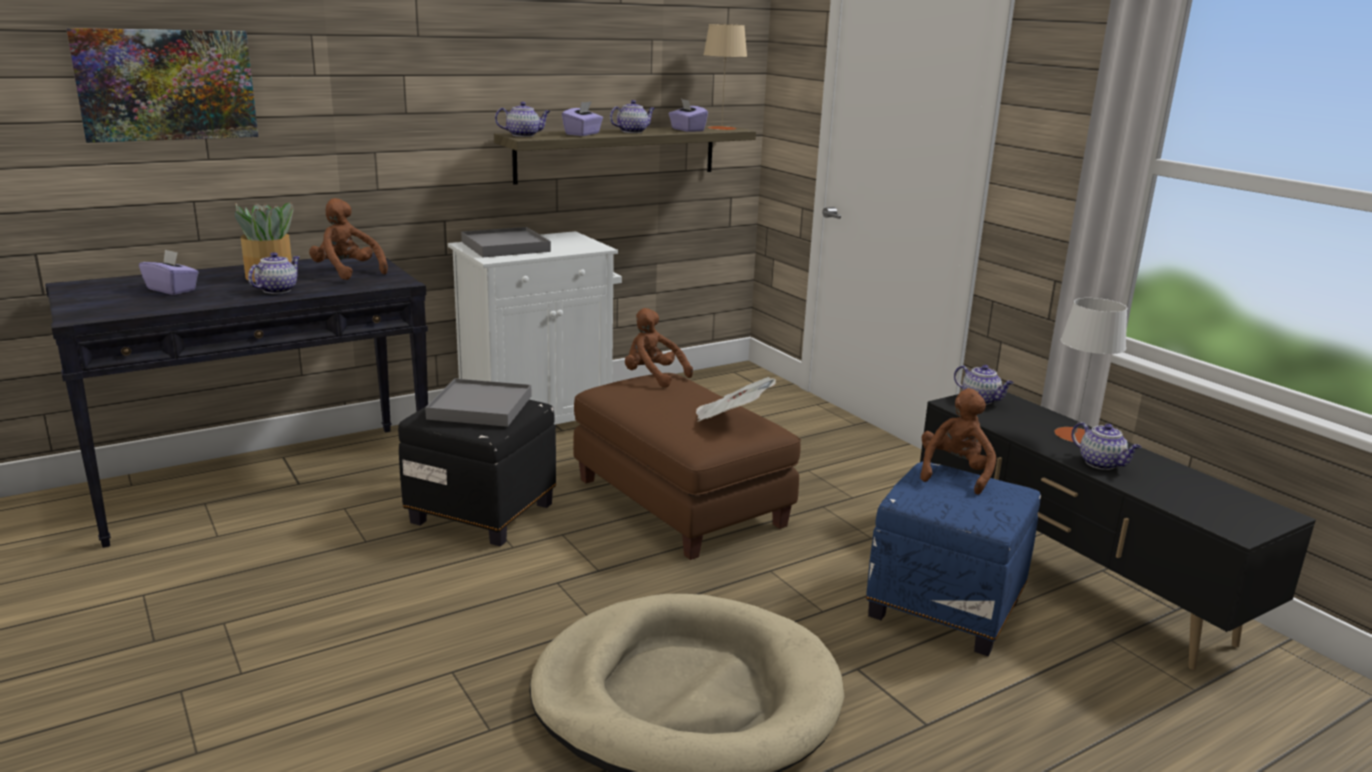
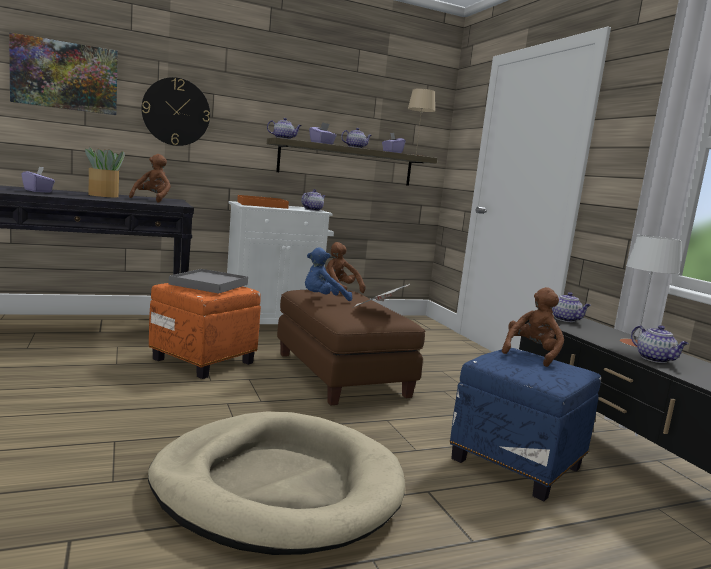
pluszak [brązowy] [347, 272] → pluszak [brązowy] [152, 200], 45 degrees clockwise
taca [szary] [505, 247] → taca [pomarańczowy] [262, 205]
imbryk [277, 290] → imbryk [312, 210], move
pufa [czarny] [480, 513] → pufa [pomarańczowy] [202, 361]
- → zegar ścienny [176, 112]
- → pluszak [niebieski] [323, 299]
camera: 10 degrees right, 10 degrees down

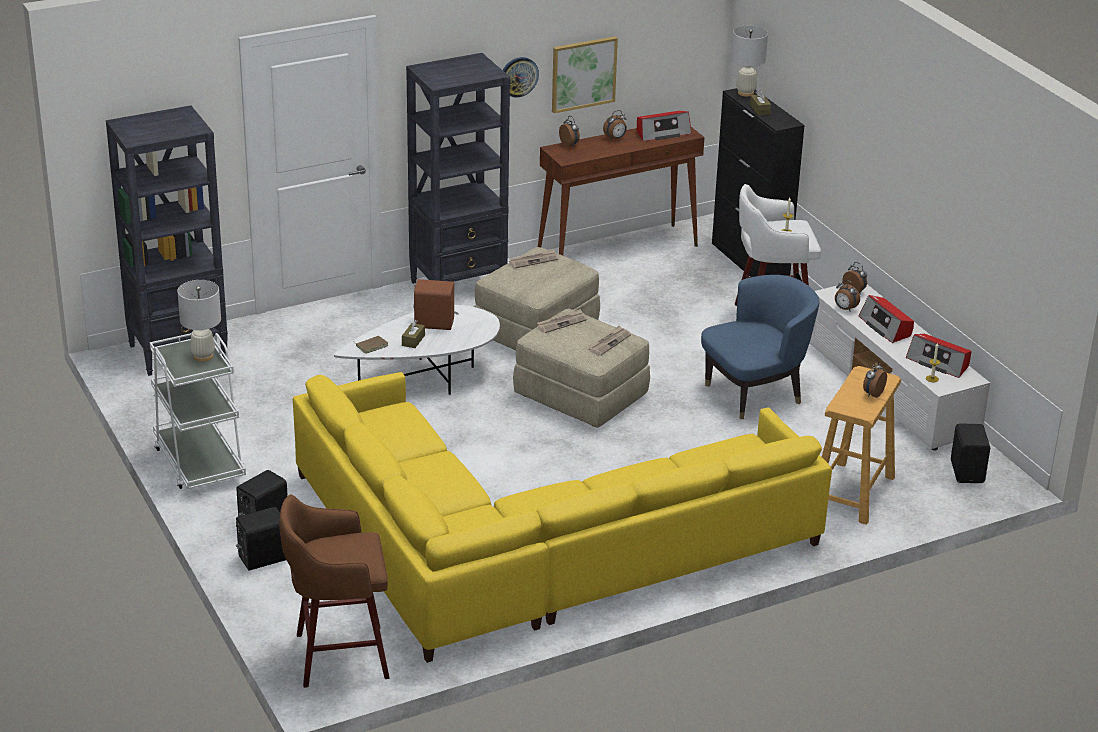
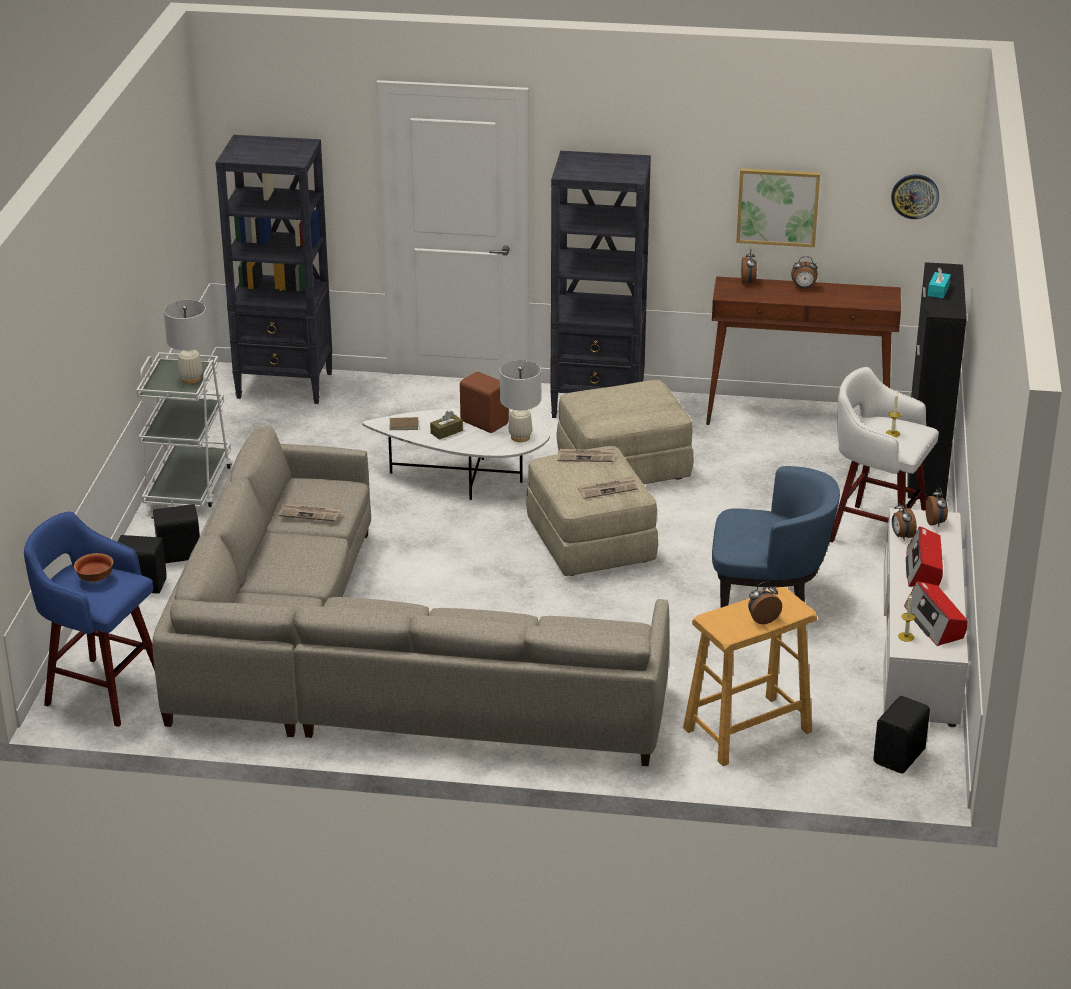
lampa stołowa [biały] [746, 93] → lampa stołowa [biały] [520, 437], move
zegar ścienny [518, 76] → zegar ścienny [915, 196], move
pudełko chusteczek [brązowy] [760, 109] → pudełko chusteczek [turkusowy] [938, 291]
radio [662, 133] → -
gazeta [533, 260] → gazeta [310, 514], move
kanapa [żółty] [532, 549] → kanapa [szary] [373, 665]
stołek [brązowy] [338, 656] → stołek [niebieski] [101, 691]
- → miska [95, 579]
camera: 35 degrees right, 0 degrees up

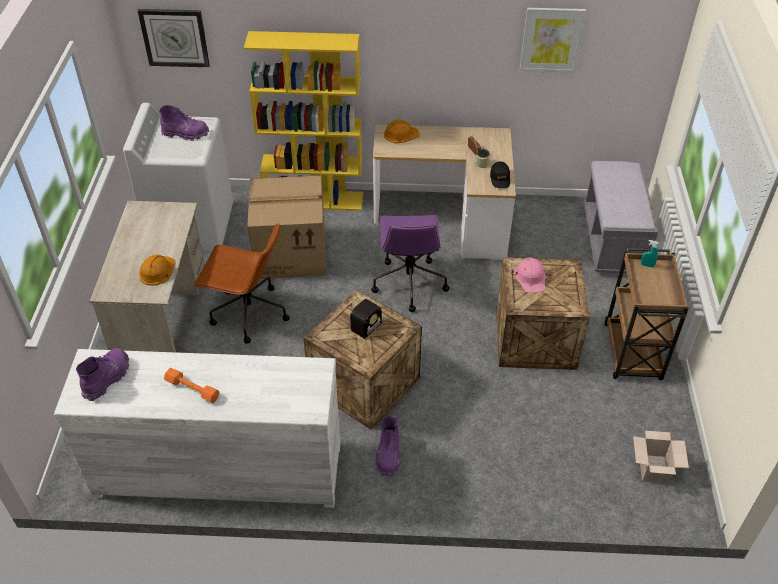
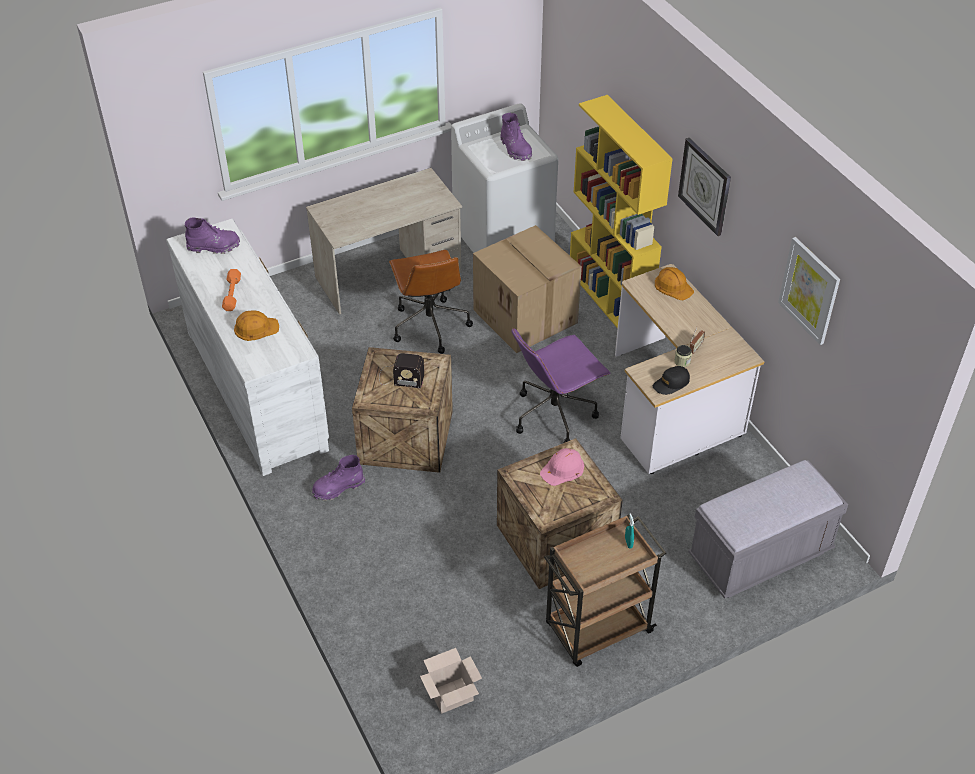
zegar ścienny [174, 37] → zegar ścienny [705, 186], move
kask [pomarańczowy] [157, 271] → kask [pomarańczowy] [256, 328], move
camera: 60 degrees right, 0 degrees up

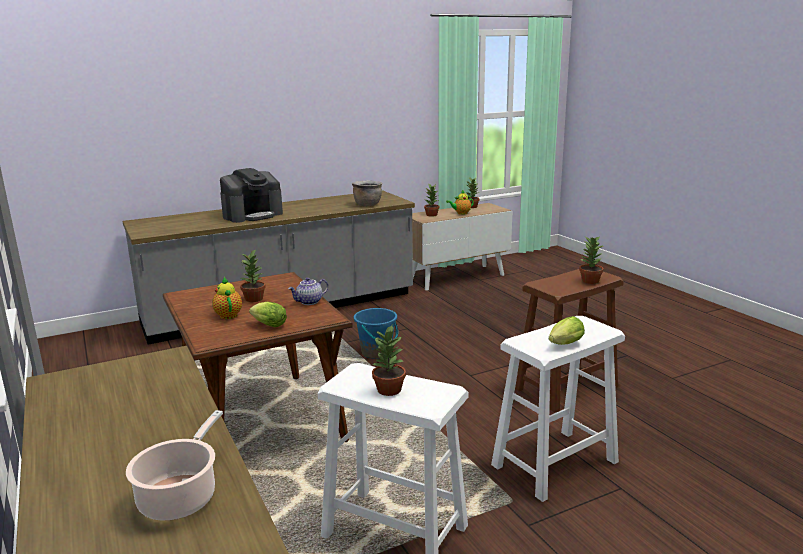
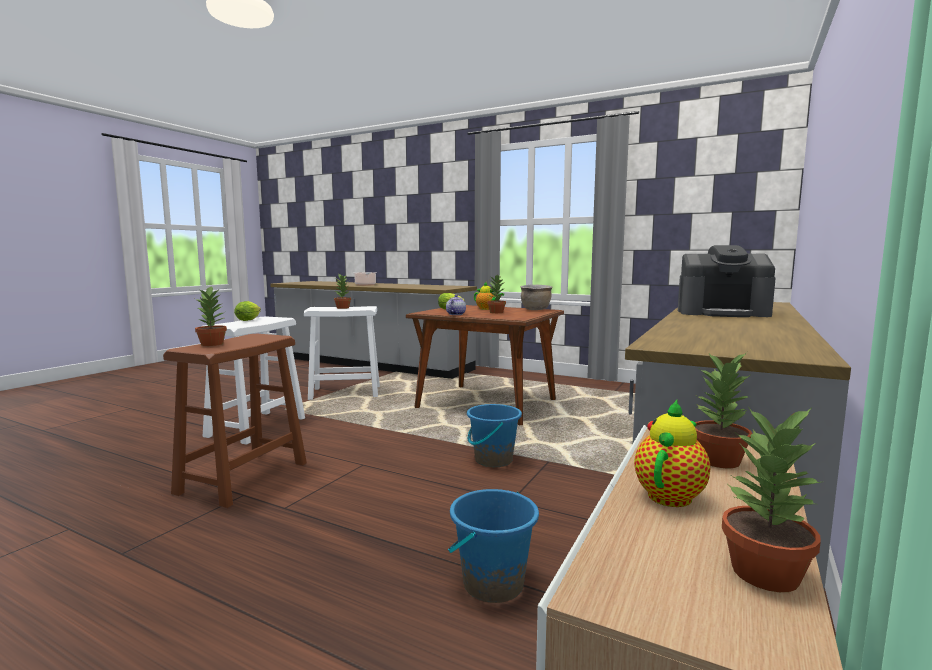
ekspres do kawy [253, 215] → ekspres do kawy [722, 313], 90 degrees counterclockwise
garnek [brązowy] [367, 205] → garnek [brązowy] [536, 309], move
- → wiadro [niebieski] [492, 584]
camera: 145 degrees right, 10 degrees down

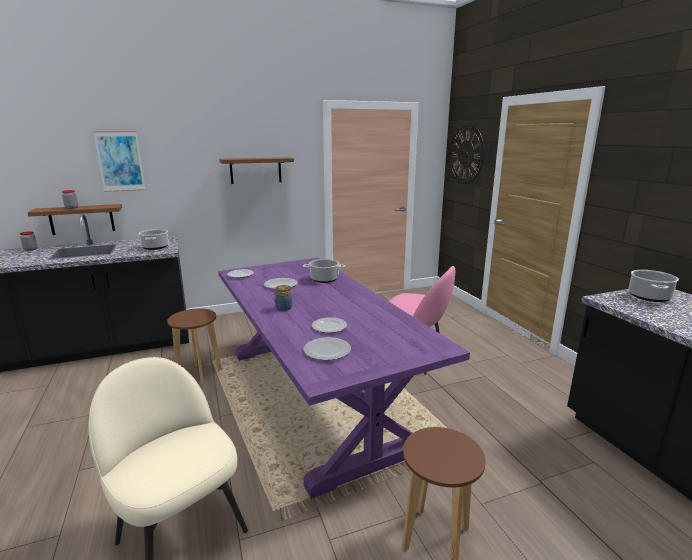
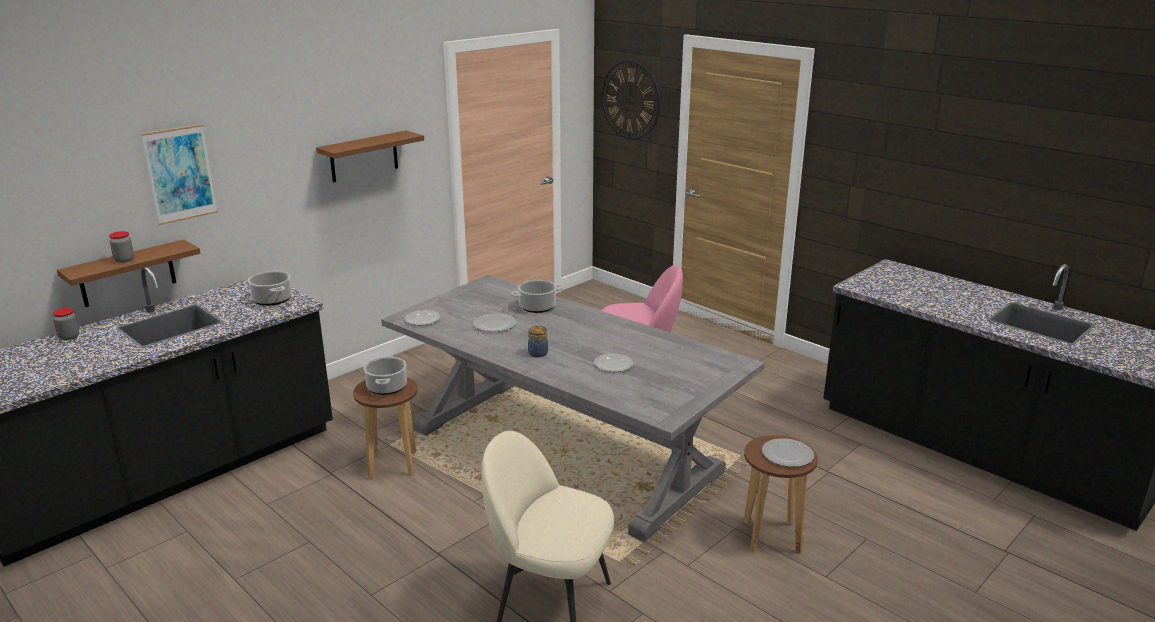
stół jadalny [fioletowy] [318, 395] → stół jadalny [szary] [565, 450]
garnek [648, 296] → garnek [386, 387], move
talerz [327, 351] → talerz [788, 455], move
camera: 25 degrees left, 5 degrees up

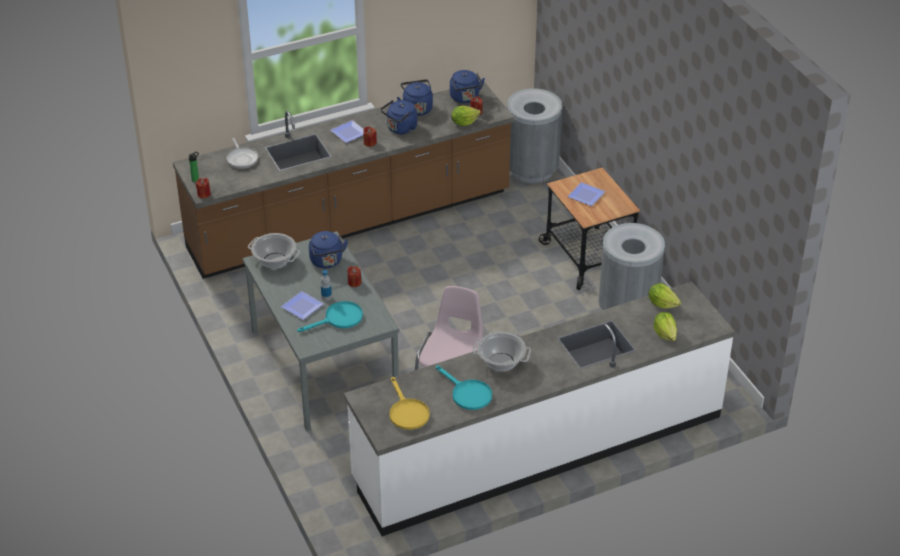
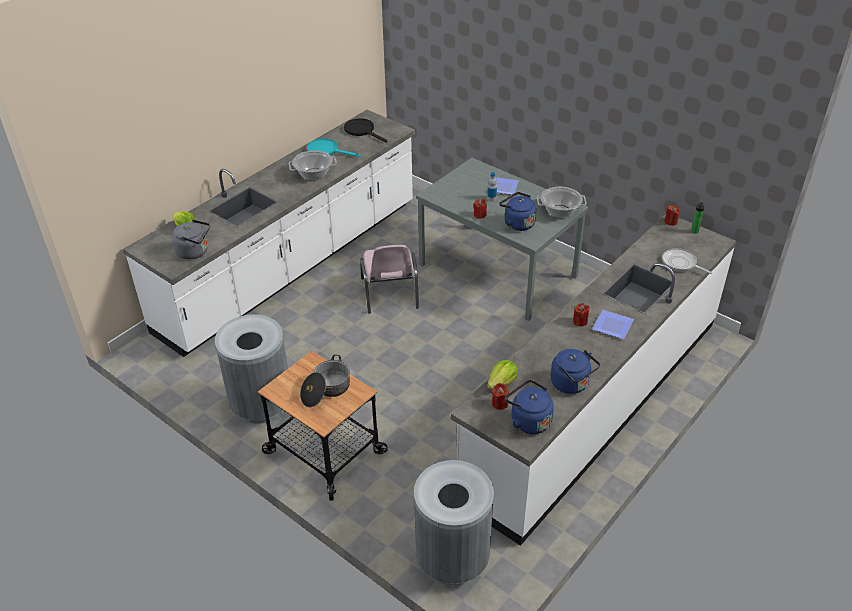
zabudowa kuchenna [brązowy] [350, 222] → zabudowa kuchenna [biały] [594, 404]
czajnik [niebieski] [400, 129] → -
talerz [586, 194] → garnek [326, 390]
sałata [662, 304] → czajnik [szary] [195, 252]
patelnia [turkusowy] [339, 319] → -
patelnia [żółty] [407, 412] → patelnia [czarny] [362, 131]
camera: 155 degrees right, 0 degrees up

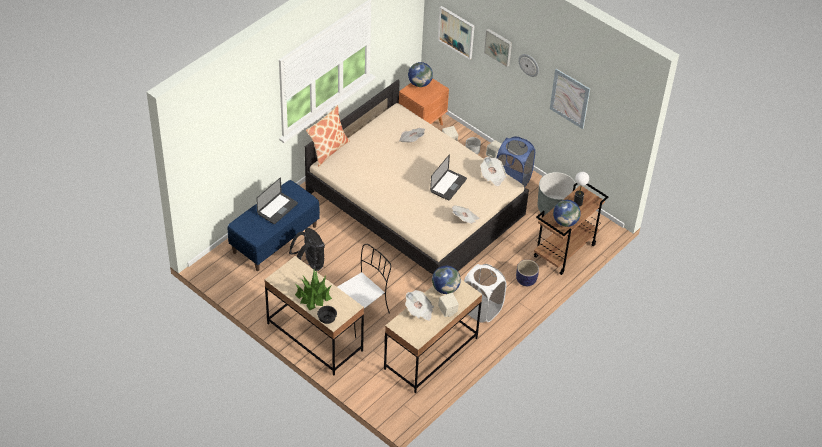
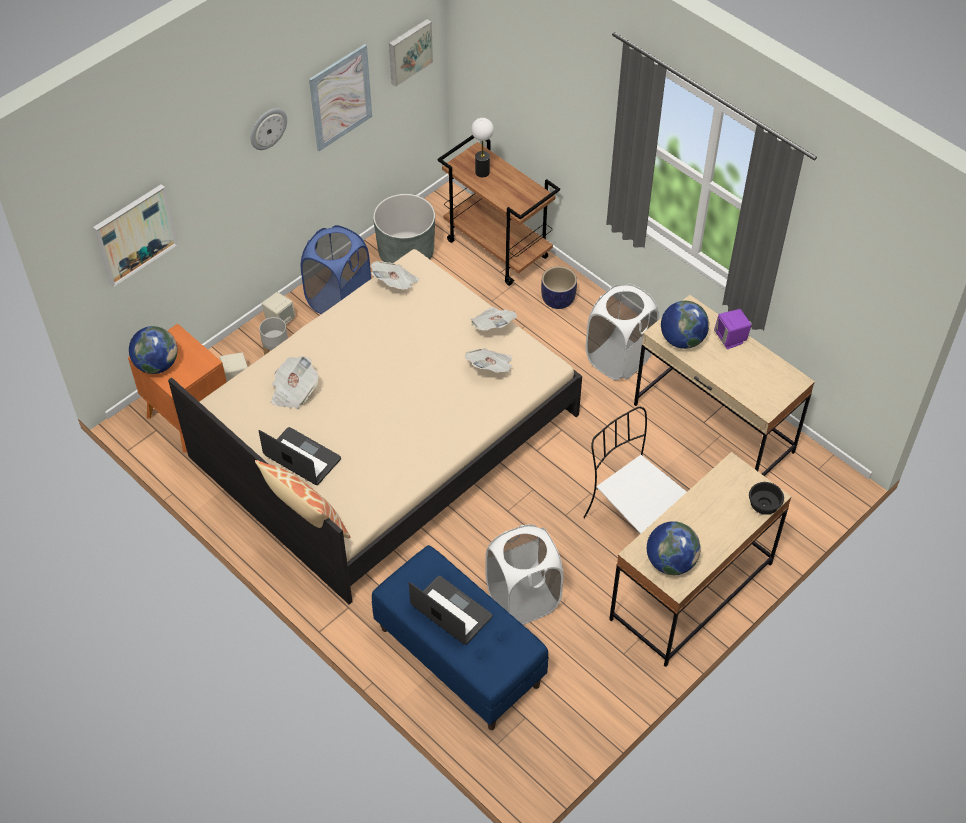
obraz [499, 46] → obraz [409, 51], move
laptop [448, 185] → laptop [302, 457], move
globus [565, 222] → globus [670, 562], move
plecak [czarny] [309, 264] → kosz na pranie [biały] [522, 599]
roślina doniczkowa [313, 296] → -
gazeta [419, 311] → gazeta [491, 368], move
głośnik [beżowy] [447, 311] → głośnik [fioletowy] [730, 339]
camera: 85 degrees left, 5 degrees up

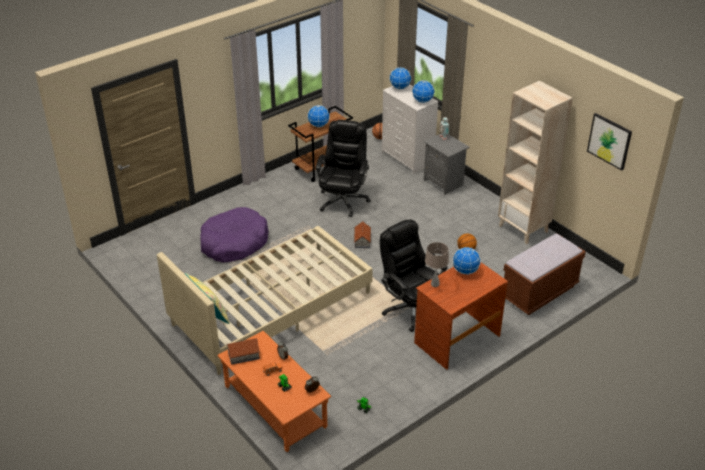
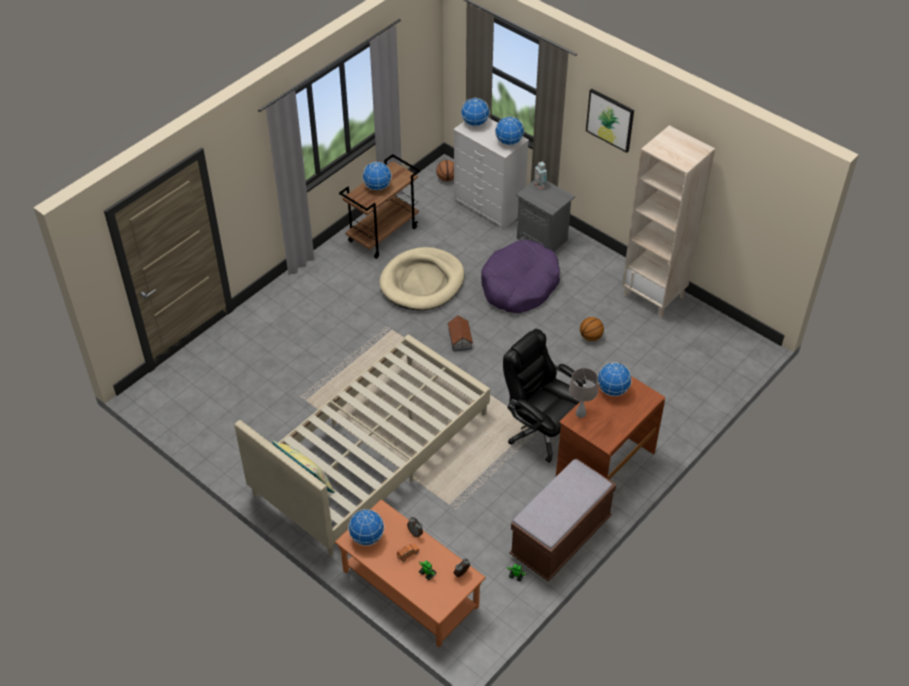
obraz [609, 141] → obraz [610, 120], move
krzesło biurowe [czarny] [343, 200] → legowisko [beżowy] [422, 282]
legowisko [fioletowy] [234, 243] → legowisko [fioletowy] [519, 285], move
ławka [brązowy] [539, 292] → ławka [brązowy] [560, 538], move
domek [244, 355] → globus [367, 537]
camera: 10 degrees left, 10 degrees up

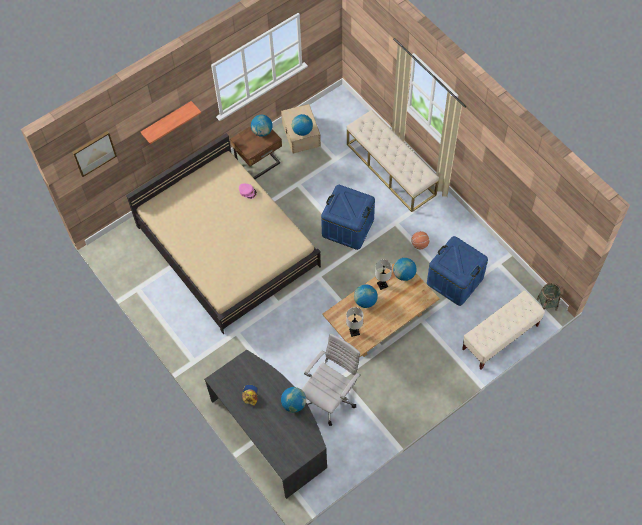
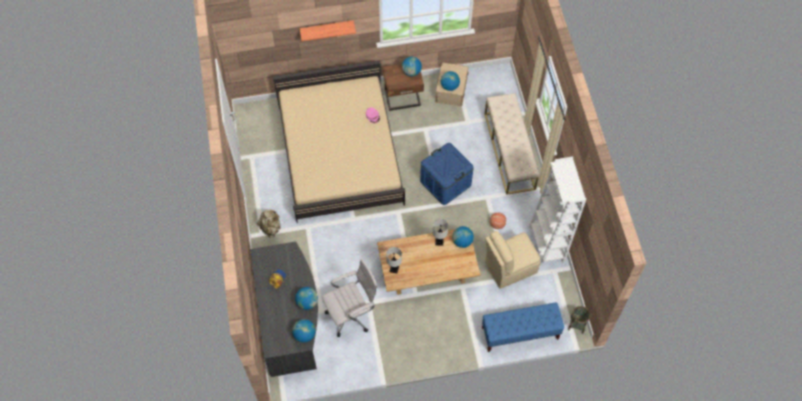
obraz [94, 153] → -
pojemnik do przechowywania [niebieski] [455, 280] → krzesło [beżowy] [509, 268]
globus [365, 301] → globus [304, 335], move
ławka [beżowy] [500, 337] → ławka [niebieski] [519, 333]
- → regał [biały] [546, 244]
- → plecak [beżowy] [271, 227]
camera: 25 degrees right, 0 degrees up

